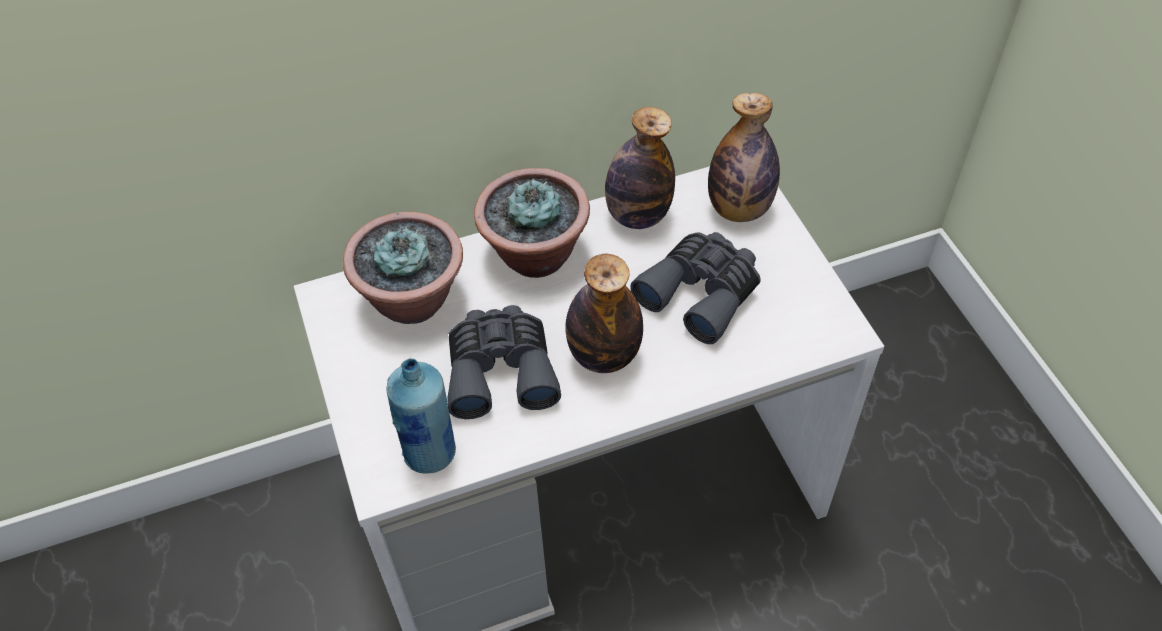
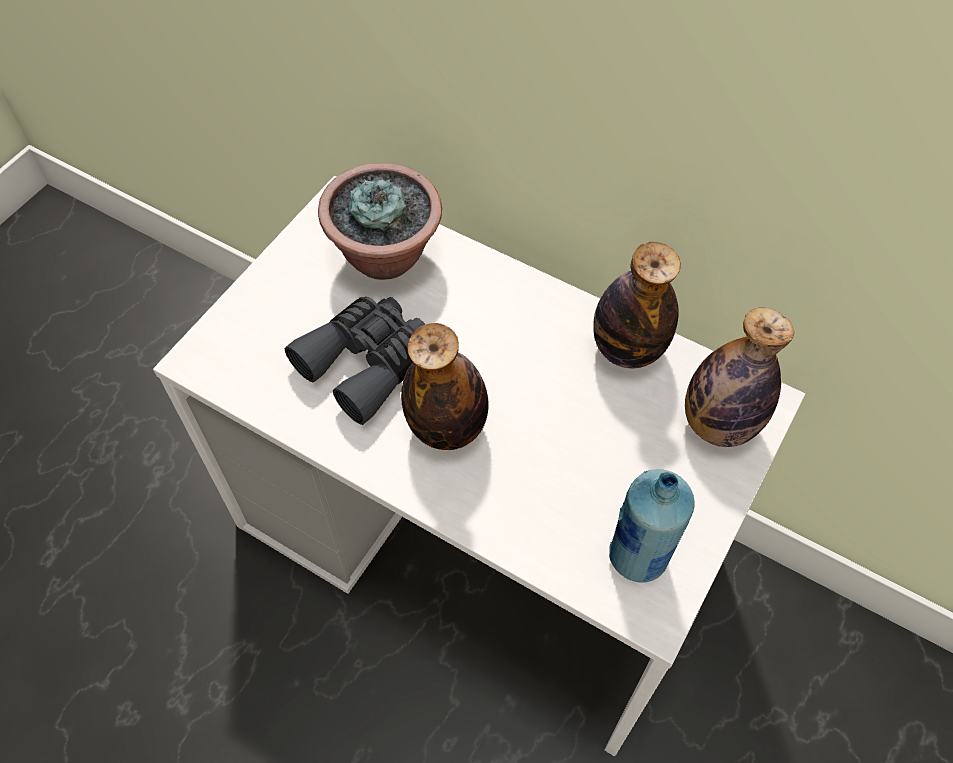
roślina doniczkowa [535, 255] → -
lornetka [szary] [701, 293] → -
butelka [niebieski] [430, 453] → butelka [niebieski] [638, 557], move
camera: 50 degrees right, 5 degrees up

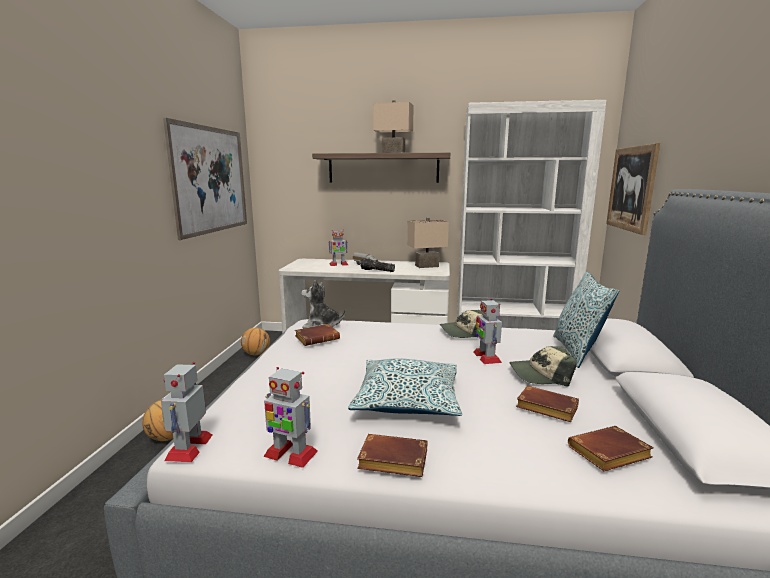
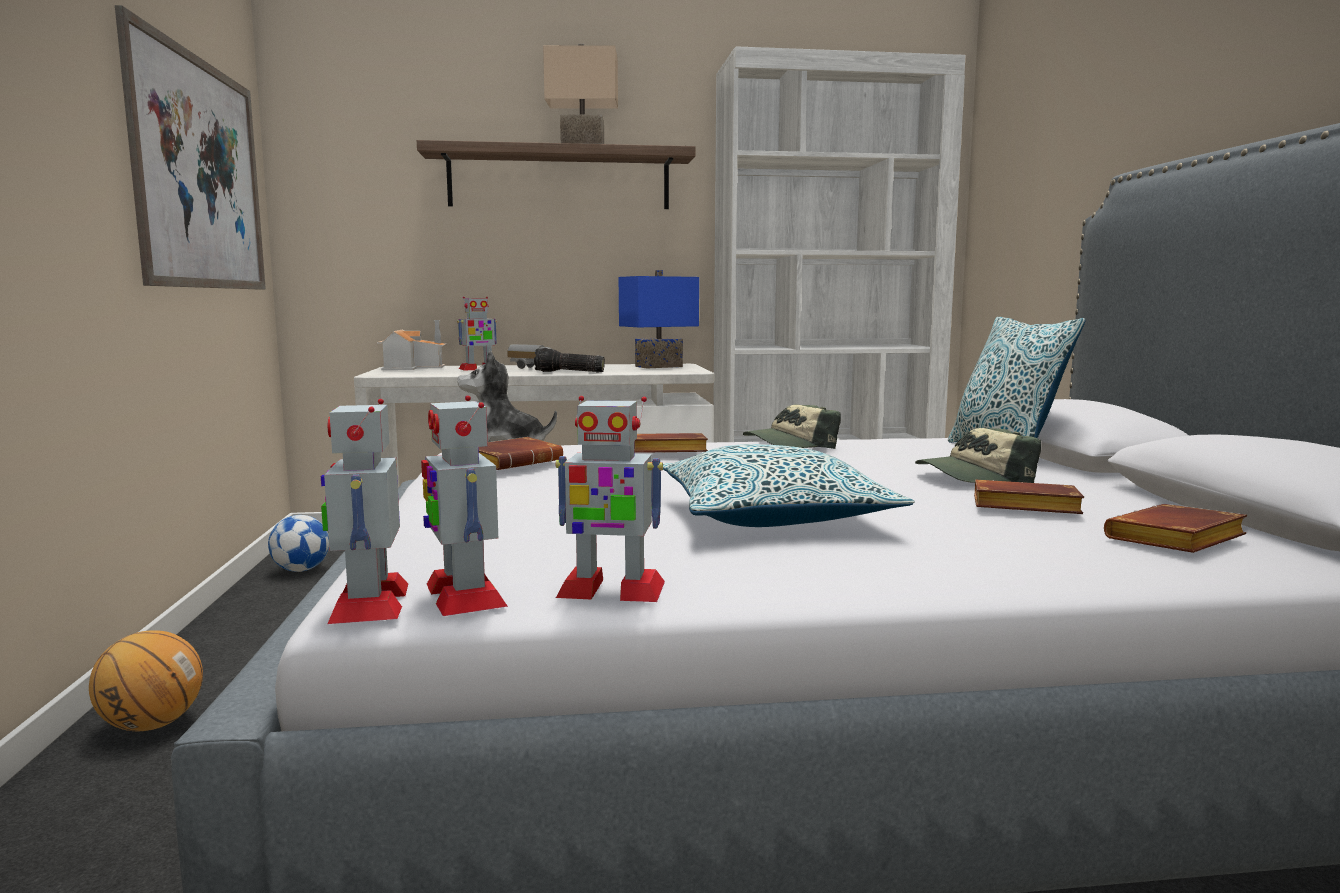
obraz [631, 188] → -
lampa stołowa [beżowy] [427, 266] → lampa stołowa [niebieski] [659, 367]
robot zabawkowy [486, 357] → robot zabawkowy [464, 595], move
piłka do koszykówki [256, 354] → piłka futbolowa [301, 570]
książka [brązowy] [391, 461] → książka [brązowy] [666, 452], move
- → domek [412, 367]
camera: 15 degrees left, 5 degrees down

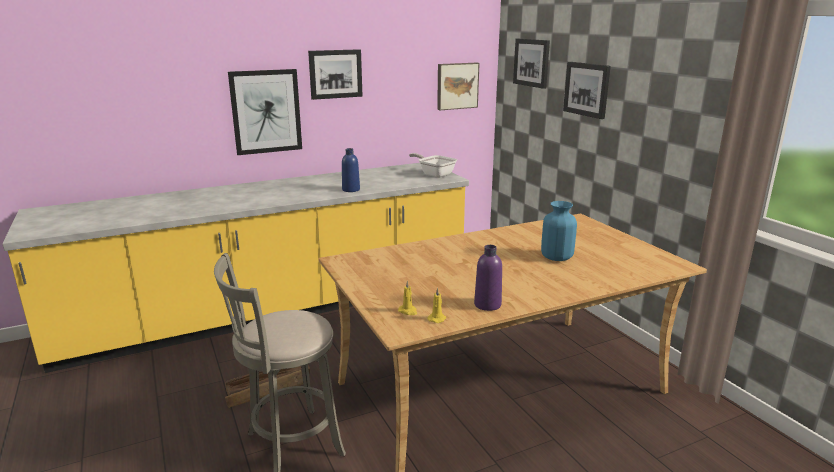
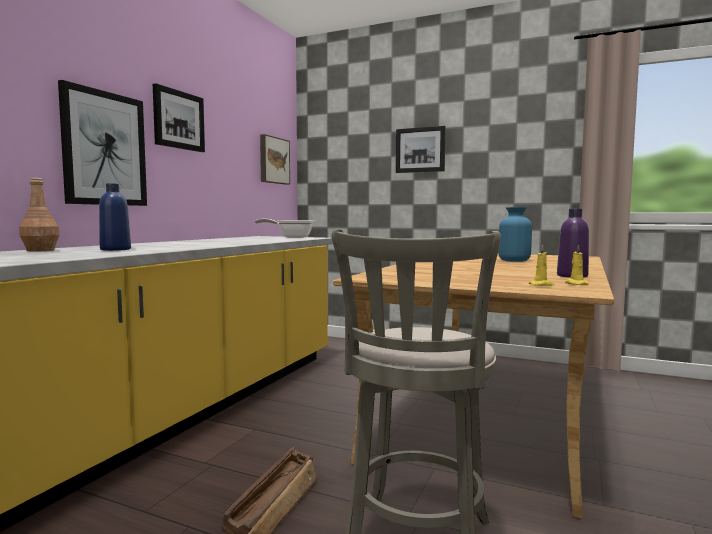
obraz [532, 62] → -
butelka [niebieski] [351, 190] → butelka [niebieski] [115, 249], move
- → butelka [brązowy] [41, 250]
camera: 40 degrees left, 15 degrees down

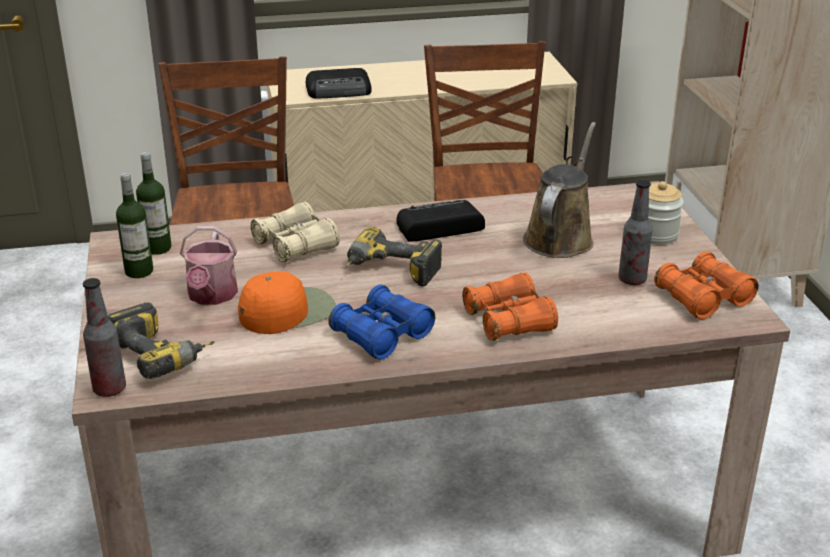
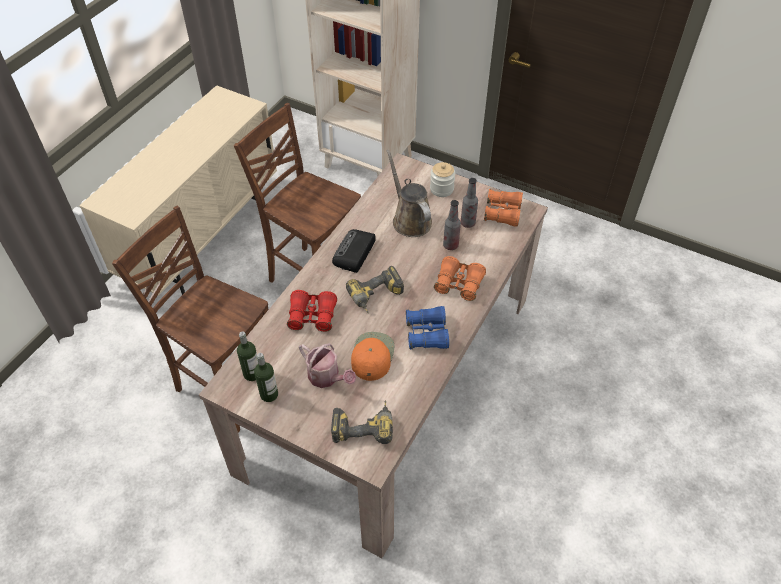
radio [340, 90] → -
lornetka [beżowy] [295, 245] → lornetka [czerwony] [312, 316]
butelka [109, 389] → butelka [450, 245], move
camera: 50 degrees left, 20 degrees up

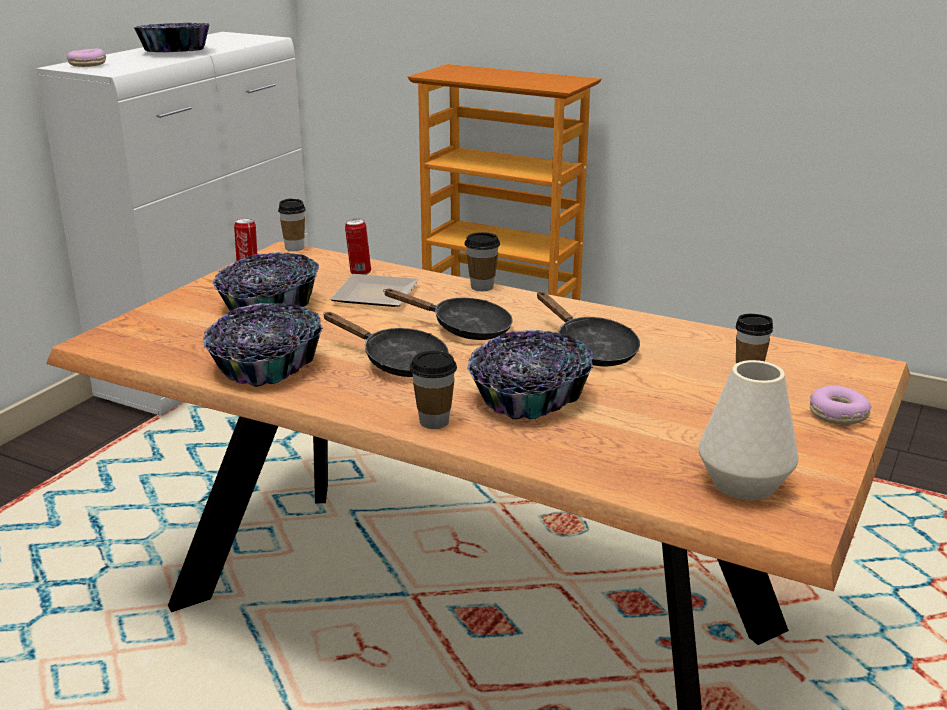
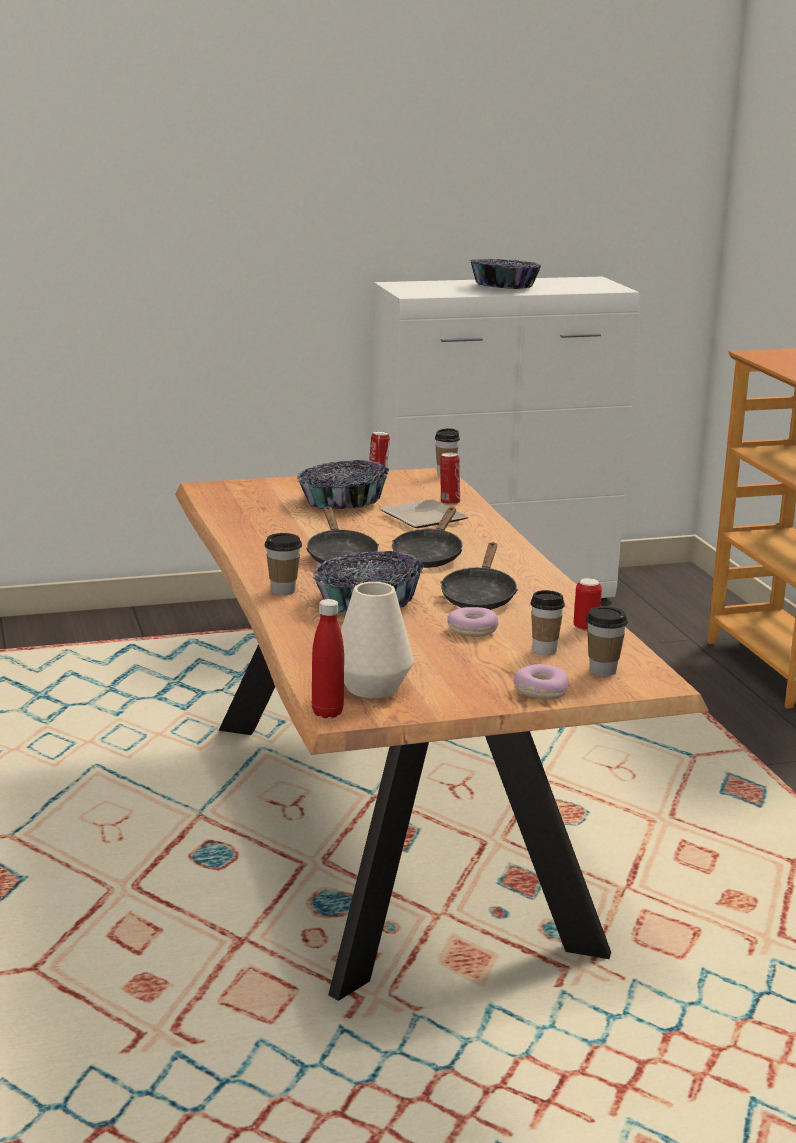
donut [87, 65] → donut [473, 630], move
filiżanka [482, 287] → filiżanka [602, 670], move
patelnia [czarny] [464, 328] → patelnia [czarny] [429, 556], 45 degrees clockwise
miska [265, 365] → -
- → puszka [585, 628]
- → butelka [czerwony] [327, 712]
camera: 45 degrees right, 5 degrees down

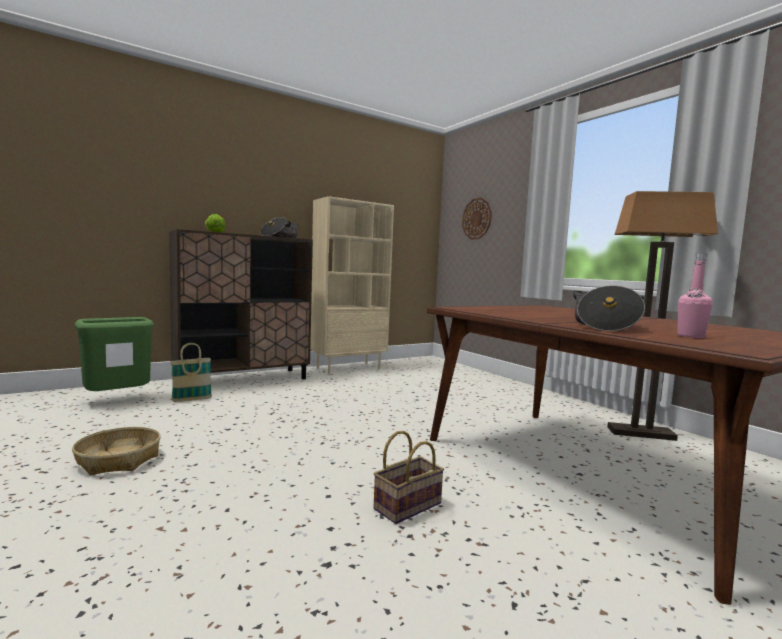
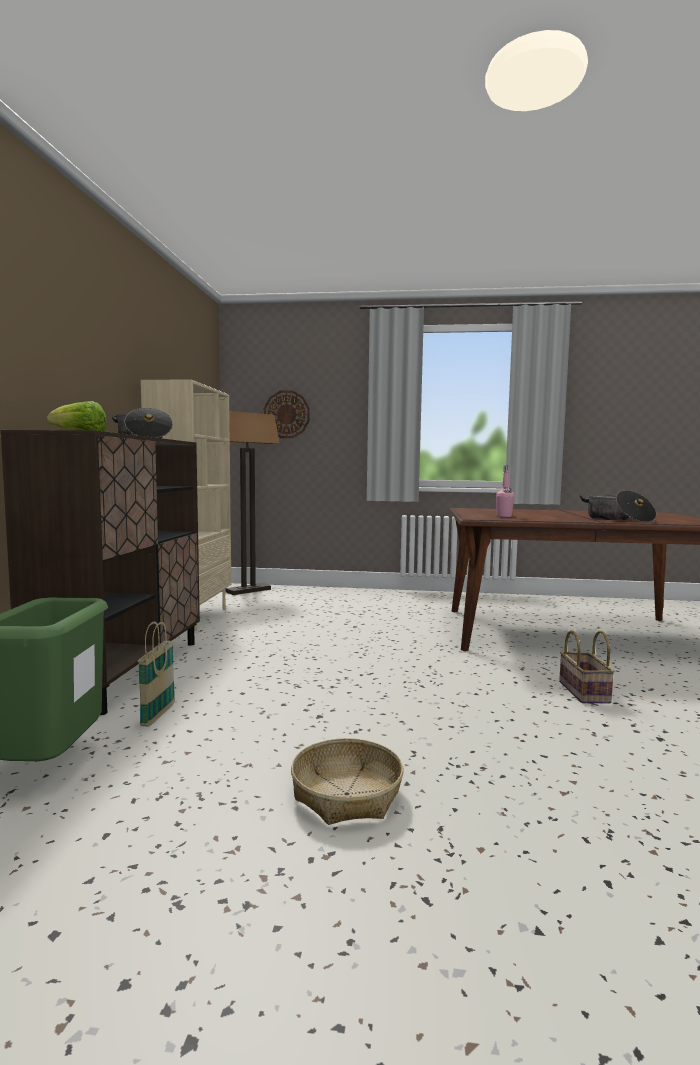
lampa stojąca [641, 433] → lampa stojąca [248, 590], move
butelka [różowy] [691, 336] → butelka [różowy] [504, 516], move
camera: 50 degrees left, 0 degrees up

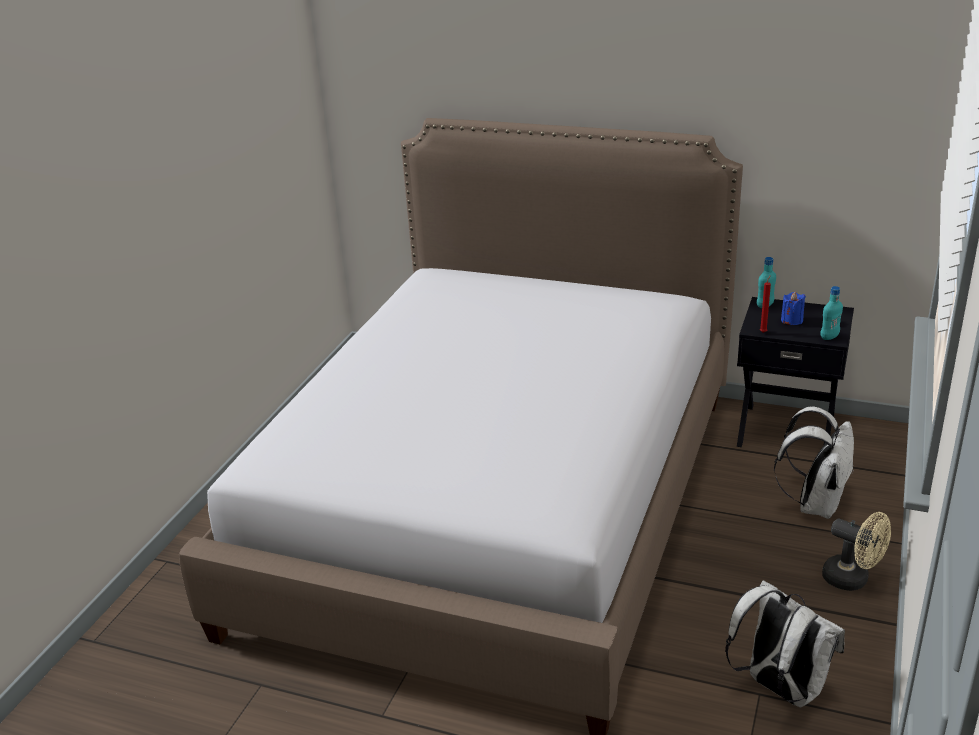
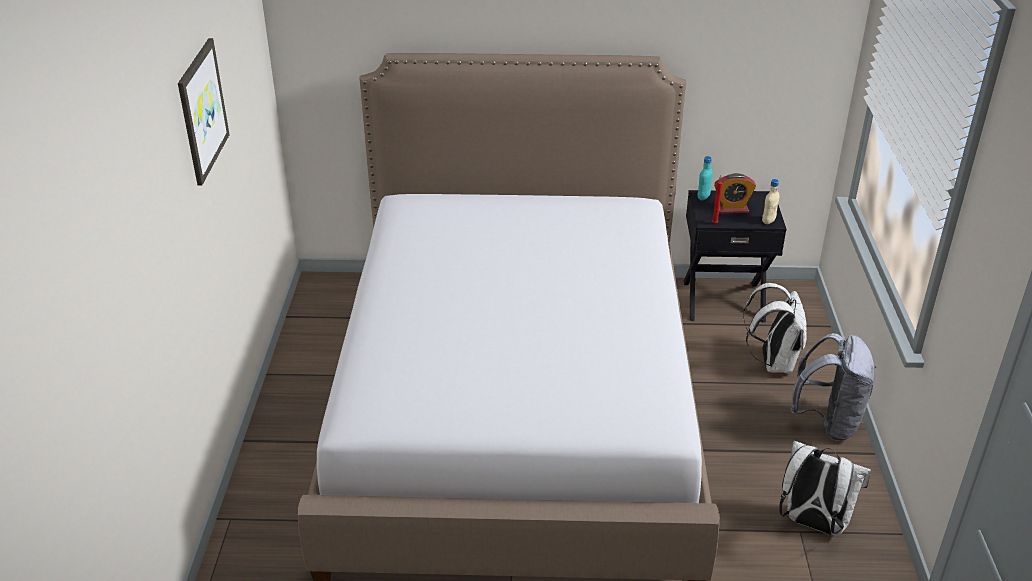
butelka [turkusowy] [829, 337] → butelka [beżowy] [768, 221]
świeca [niebieski] [792, 320] → budzik [731, 209]
wentylator [beżowy] [852, 579] → plecak [szary] [828, 422]
- → obraz [201, 110]
camera: 20 degrees left, 5 degrees up

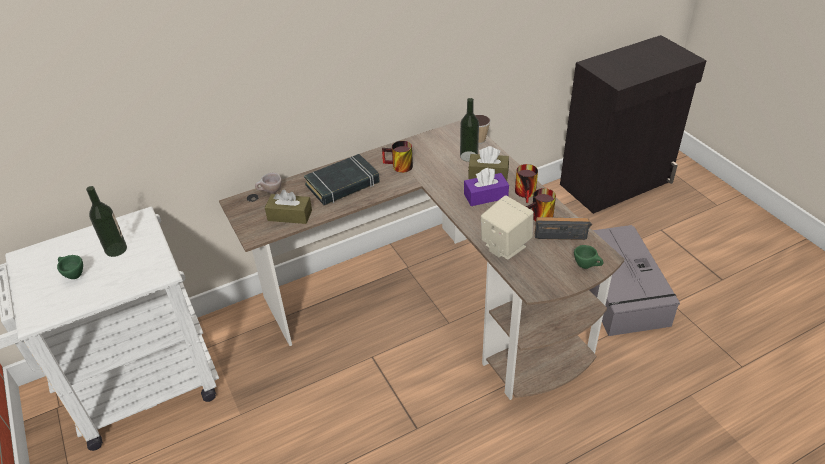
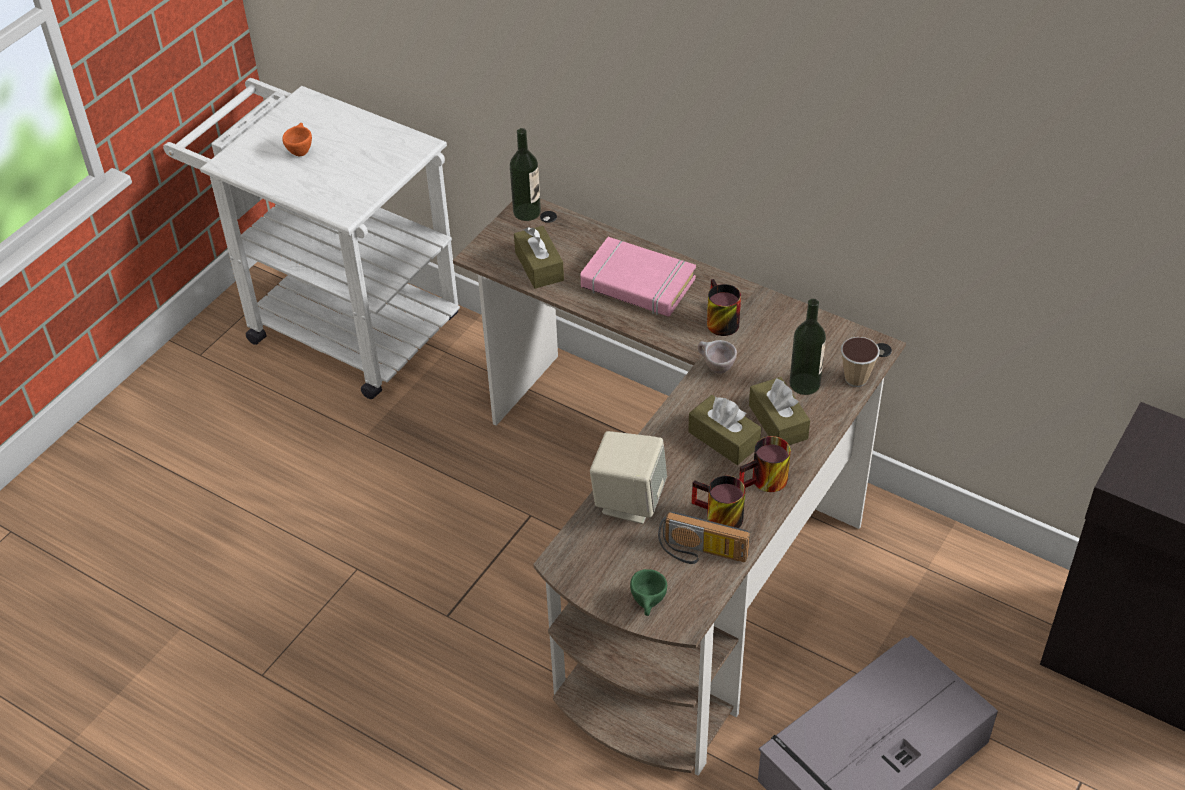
książka [czarny] [343, 184] → książka [różowy] [637, 284]
pudełko chusteczek [fioletowy] [485, 196] → pudełko chusteczek [brązowy] [723, 439]
filiżanka [beżowy] [270, 192] → filiżanka [beżowy] [714, 367], move
butelka [116, 249] → butelka [527, 212], move
radio [562, 233] → radio [701, 554], 135 degrees clockwise
filiżanka [zielony] [73, 275] → filiżanka [pomarańczowy] [300, 150]
camera: 60 degrees right, 5 degrees up

